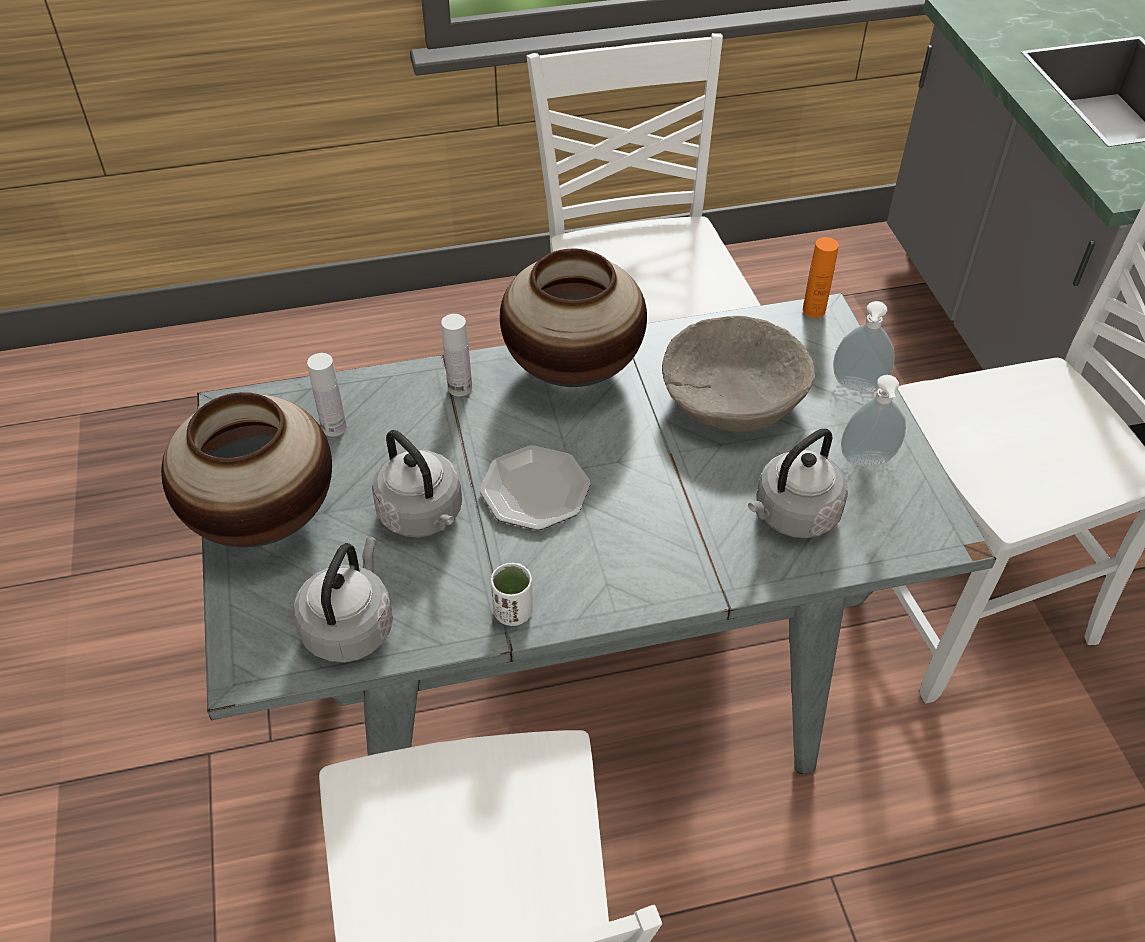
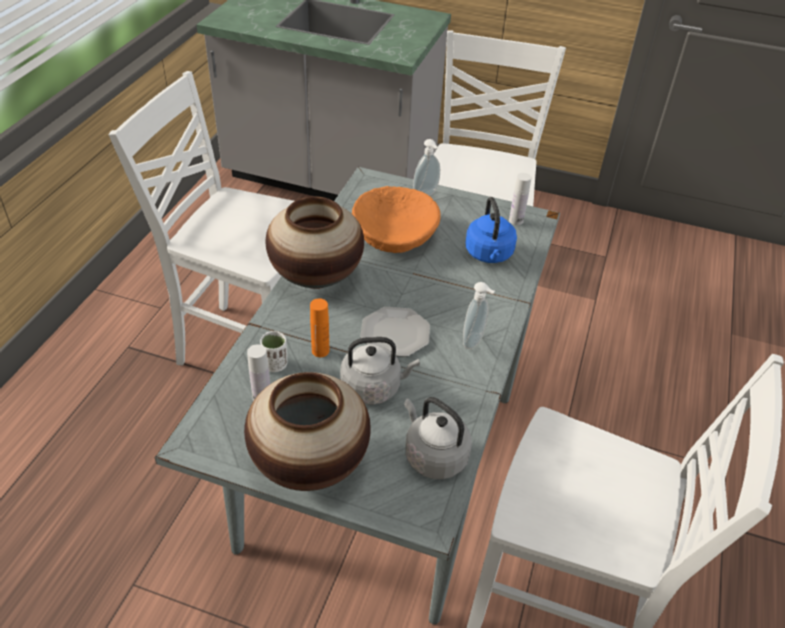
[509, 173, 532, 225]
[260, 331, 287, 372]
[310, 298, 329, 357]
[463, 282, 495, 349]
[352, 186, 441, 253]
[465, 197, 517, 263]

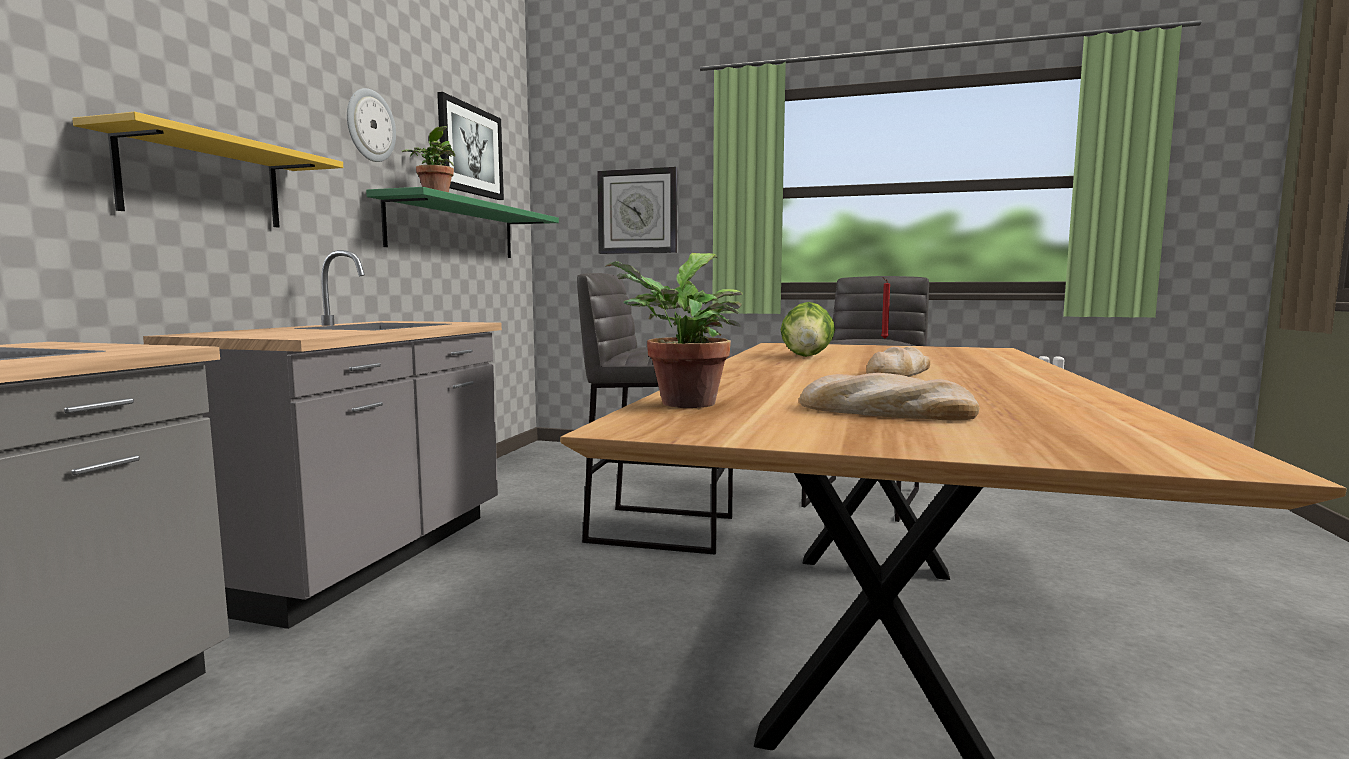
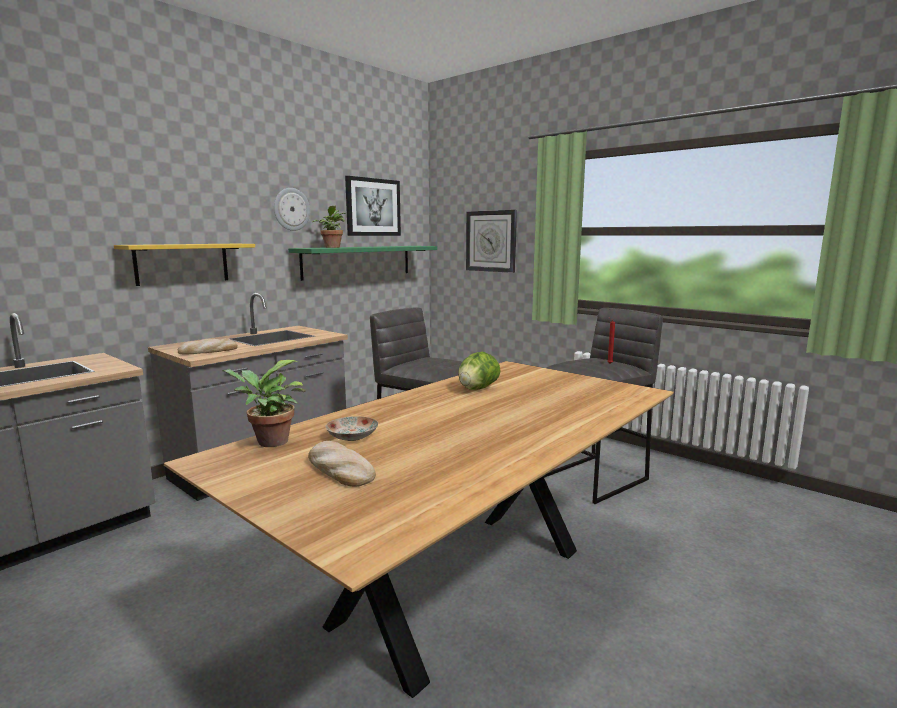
[325, 416, 378, 441]
[178, 338, 238, 354]

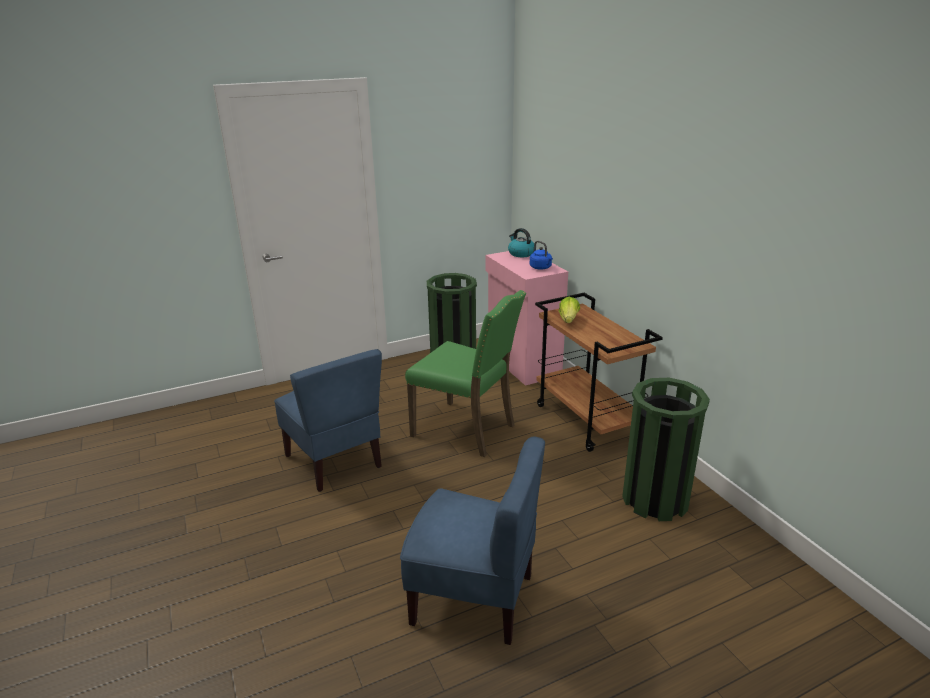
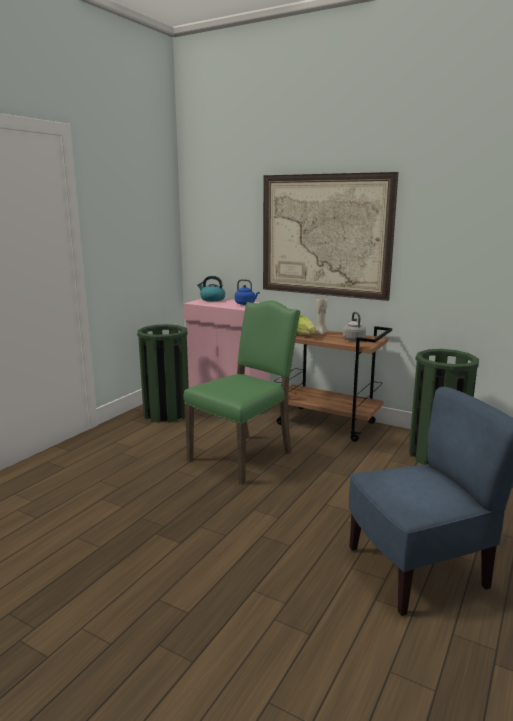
[274, 349, 382, 492] (first image)
[263, 172, 398, 301]
[315, 299, 328, 334]
[343, 312, 366, 341]
[183, 301, 300, 485]

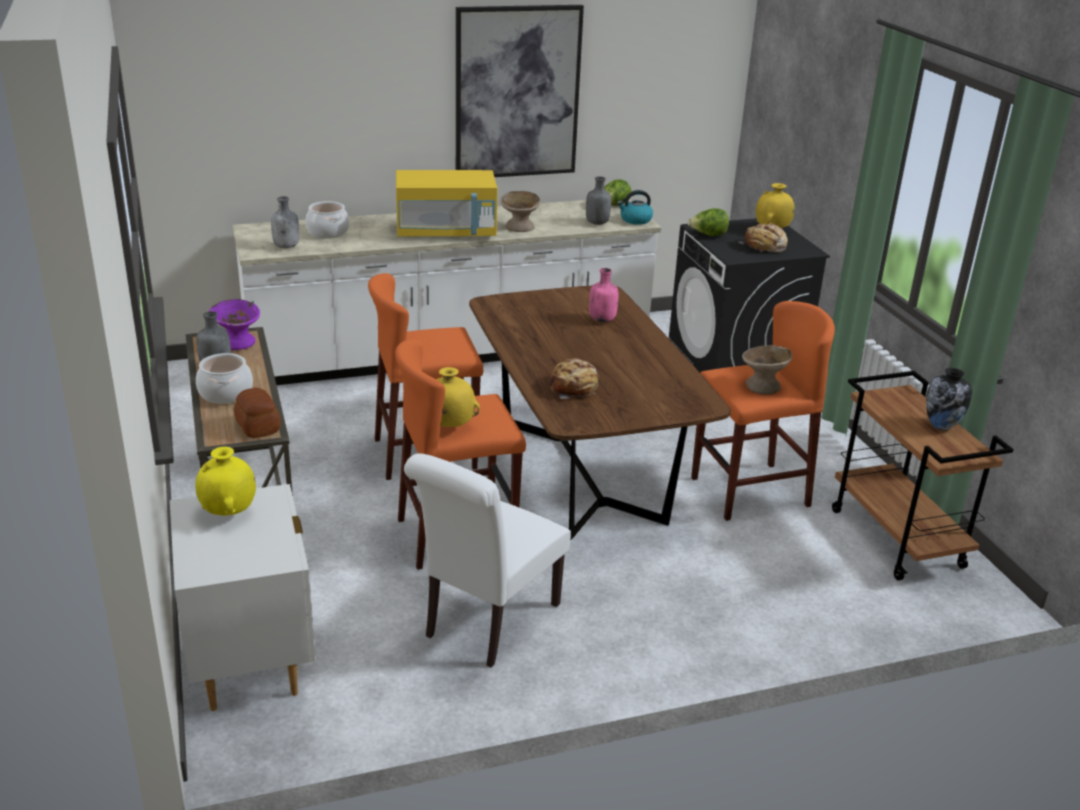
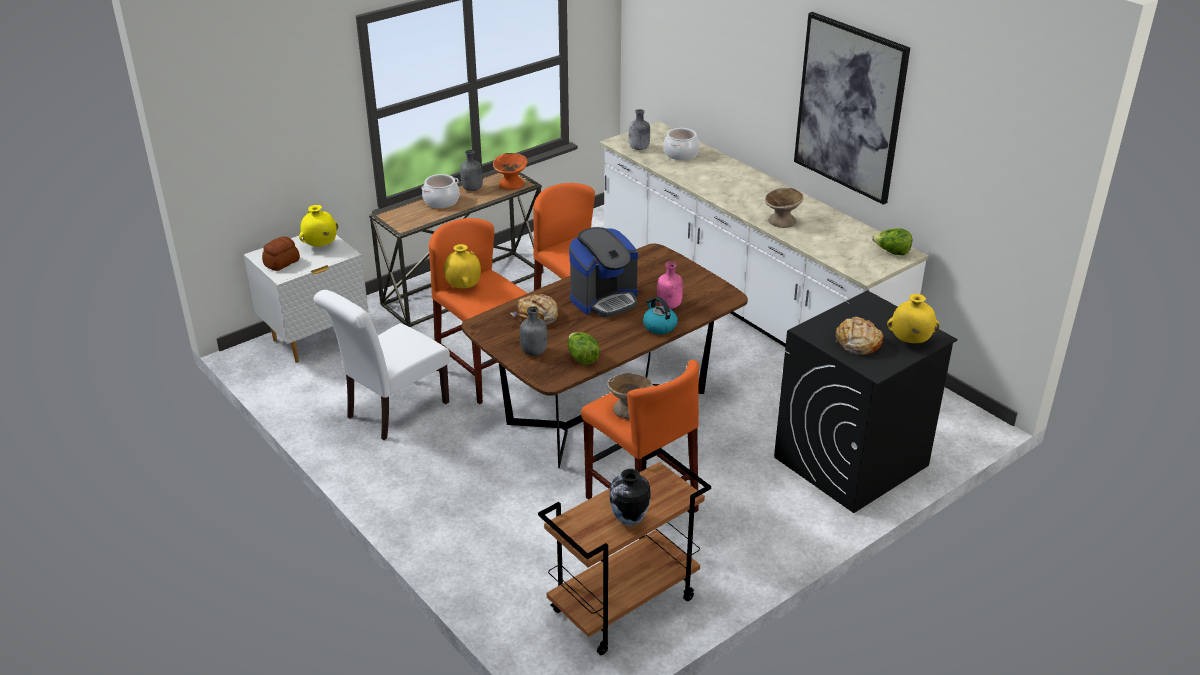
[396, 170, 498, 237] (first image)
[569, 227, 638, 317]
[262, 236, 300, 271]
[520, 306, 547, 356]
[643, 297, 678, 334]
[568, 332, 600, 365]
[493, 153, 527, 190]
[314, 290, 450, 440]

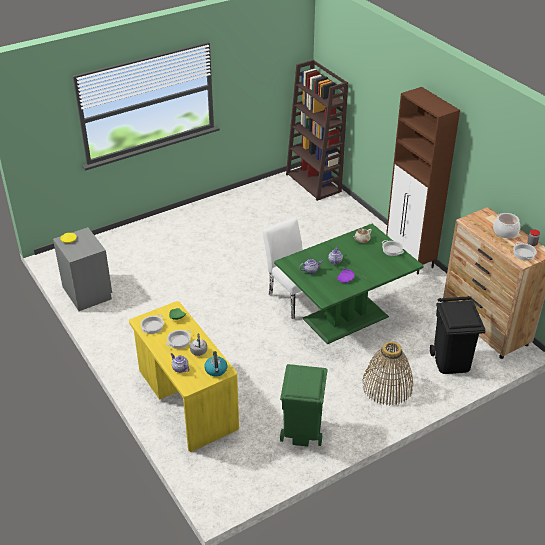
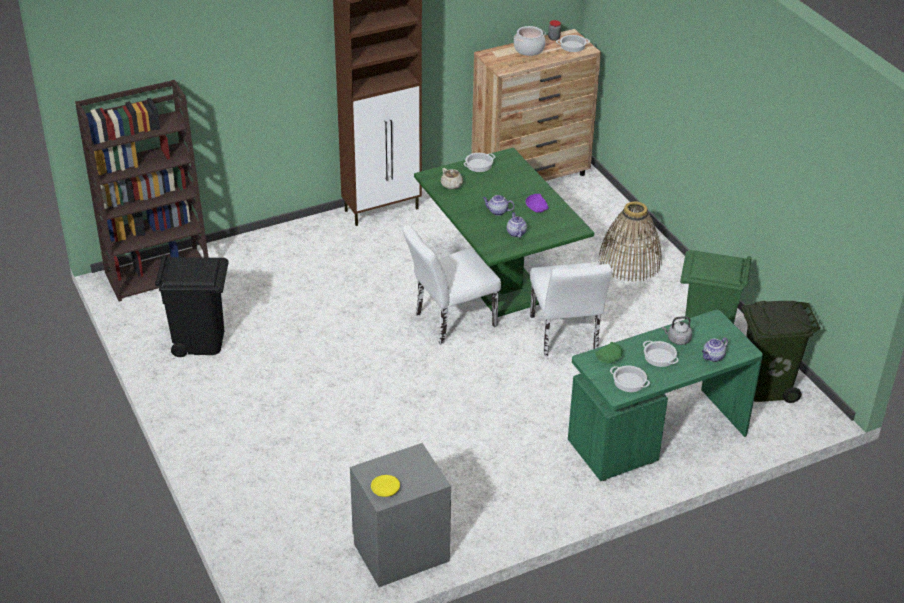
[204, 351, 227, 376] (first image)
[530, 263, 612, 356]
[741, 301, 821, 403]
[155, 254, 229, 357]
[568, 310, 763, 481]

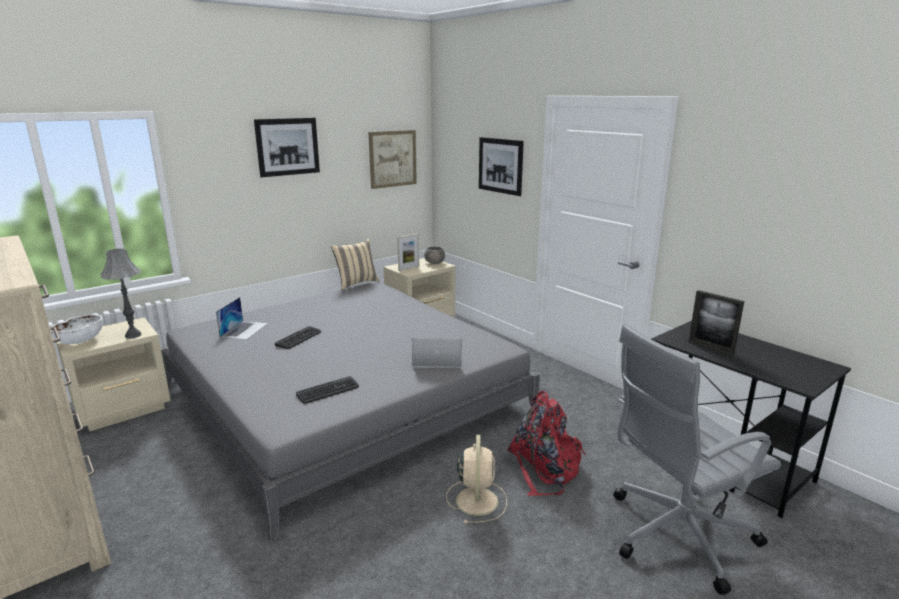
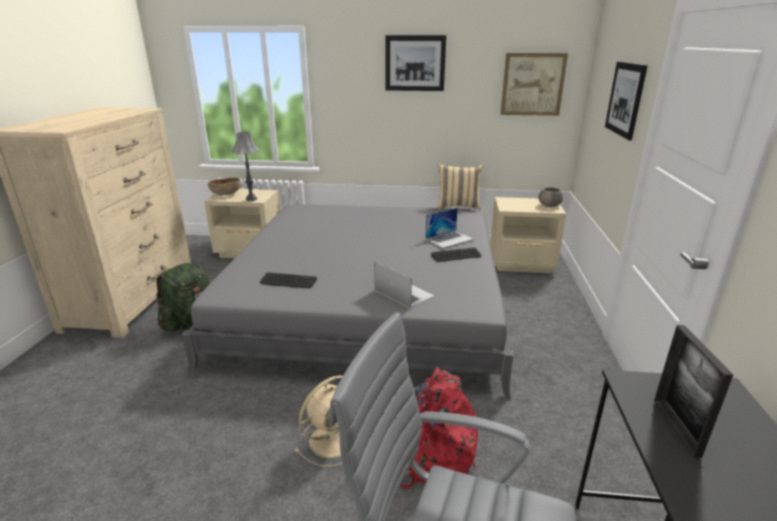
[397, 234, 419, 271] (first image)
[156, 263, 210, 332]
[425, 208, 473, 248]
[431, 247, 481, 262]
[208, 178, 241, 195]

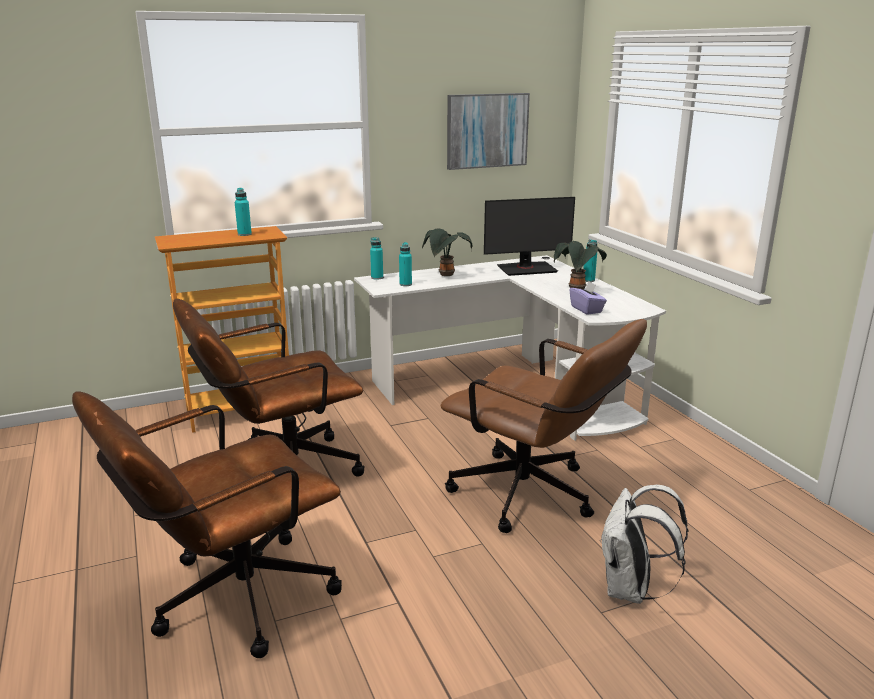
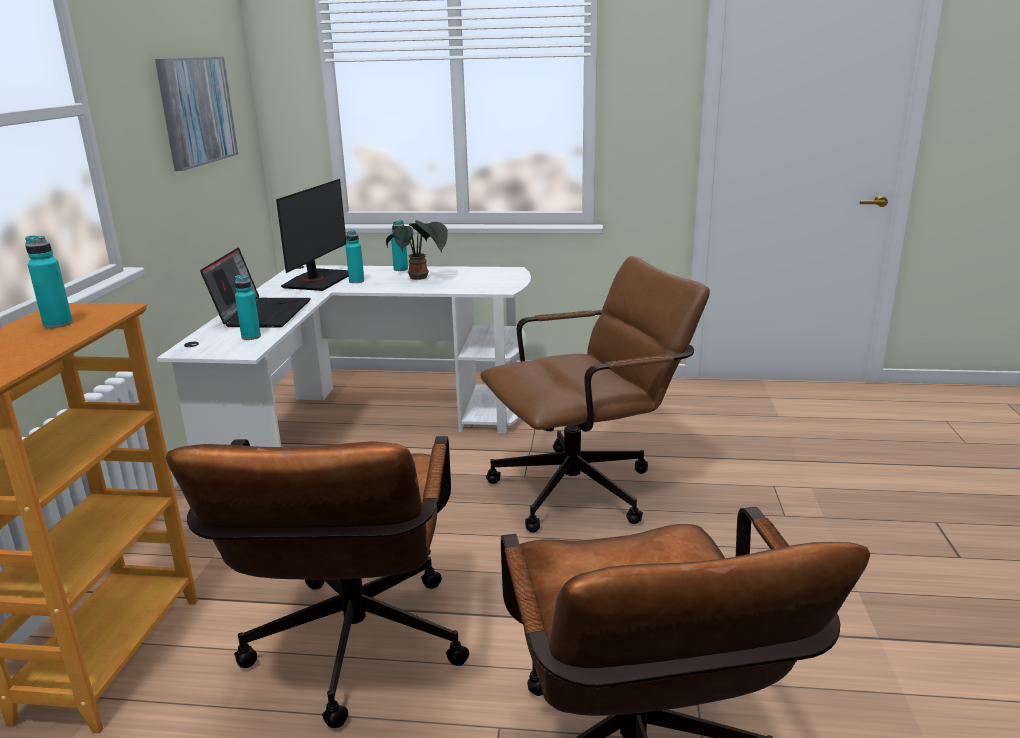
[570, 281, 607, 315] (first image)
[600, 485, 689, 604] (first image)
[346, 230, 364, 283]
[200, 247, 311, 328]

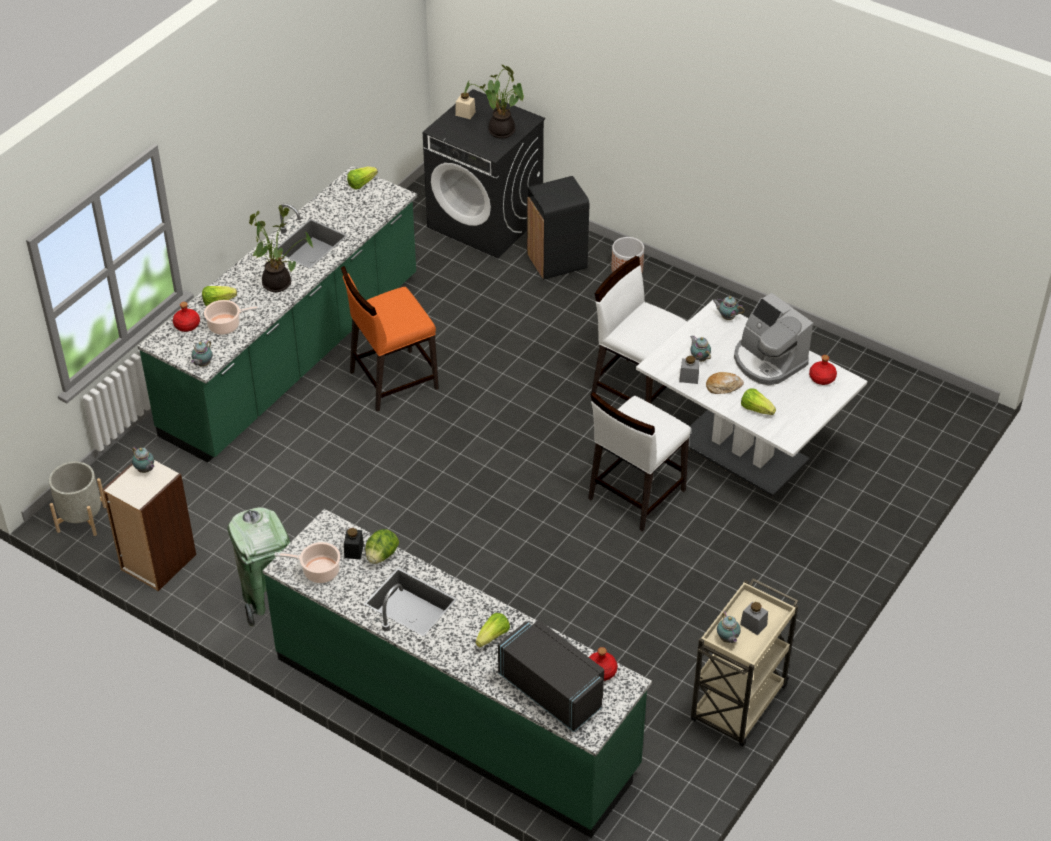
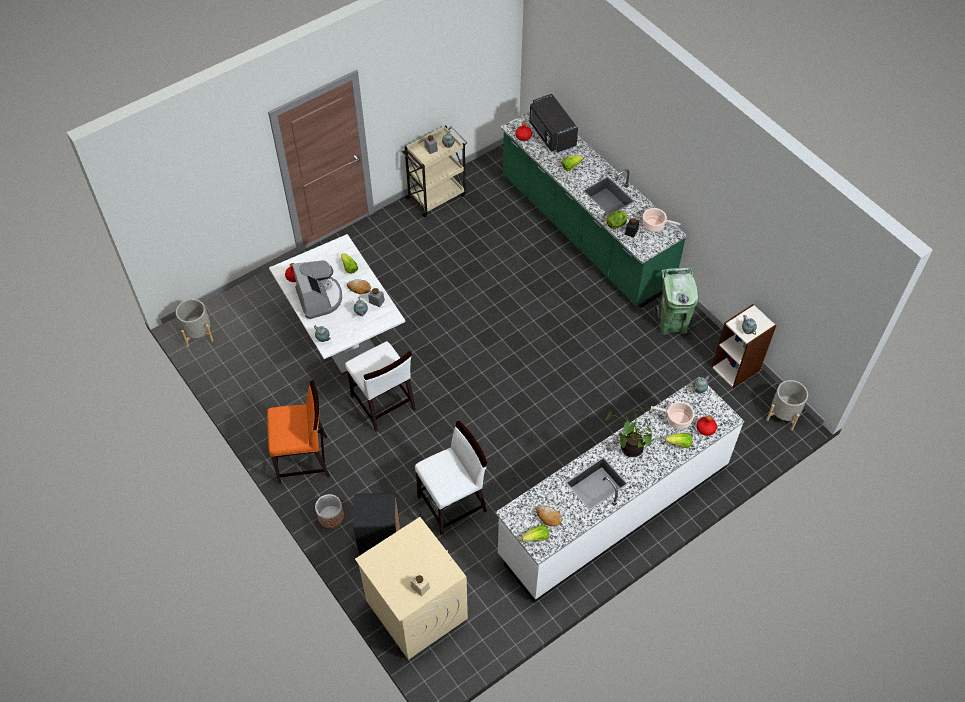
[464, 65, 524, 139] (first image)
[176, 299, 213, 347]
[536, 505, 562, 526]
[267, 381, 330, 484]
[415, 421, 487, 535]
[495, 377, 744, 603]
[355, 517, 468, 660]

